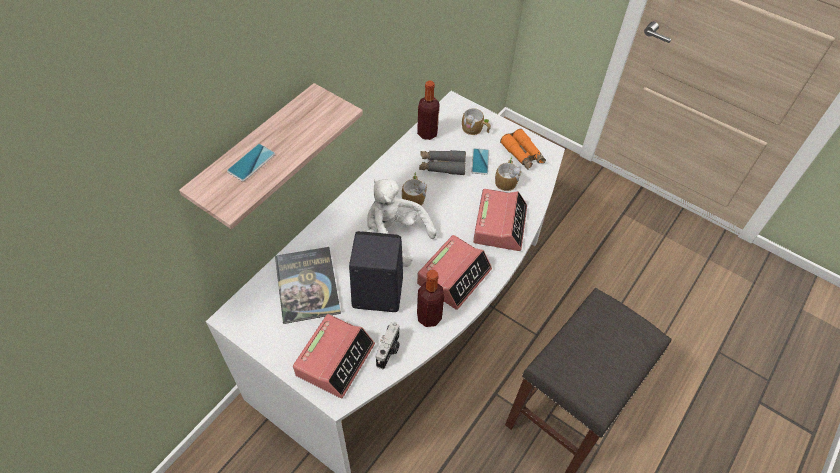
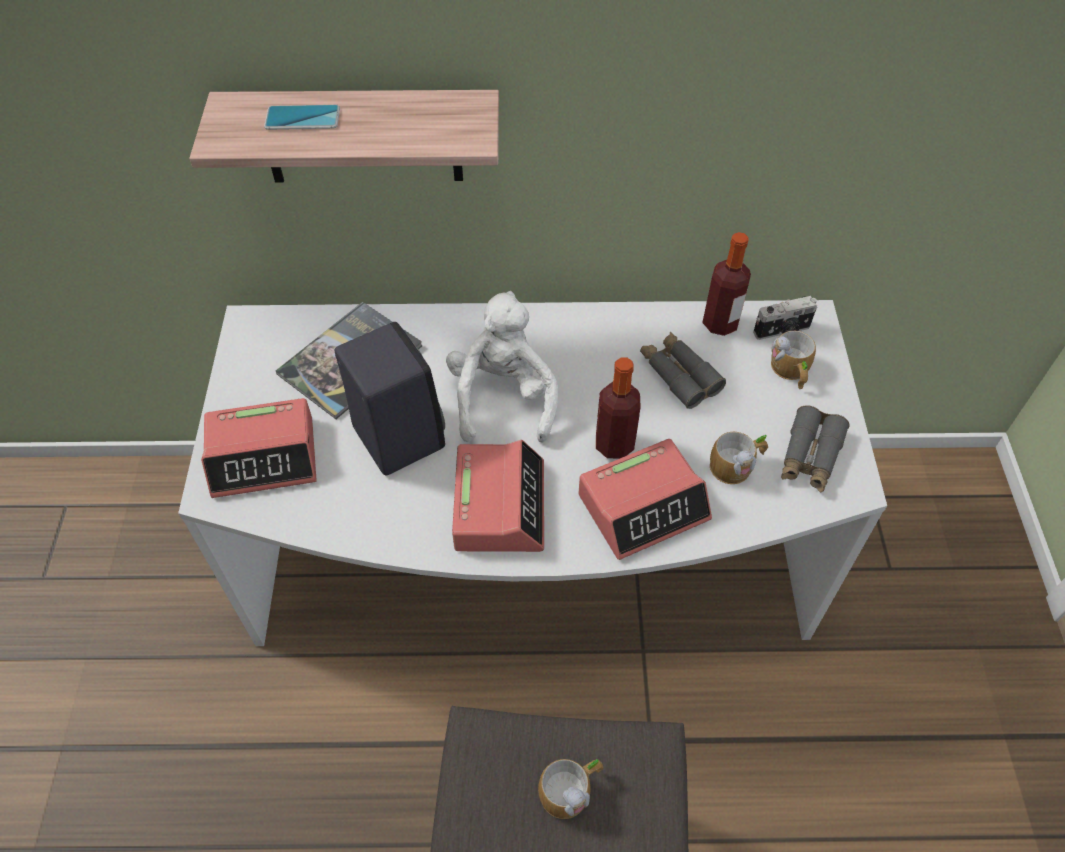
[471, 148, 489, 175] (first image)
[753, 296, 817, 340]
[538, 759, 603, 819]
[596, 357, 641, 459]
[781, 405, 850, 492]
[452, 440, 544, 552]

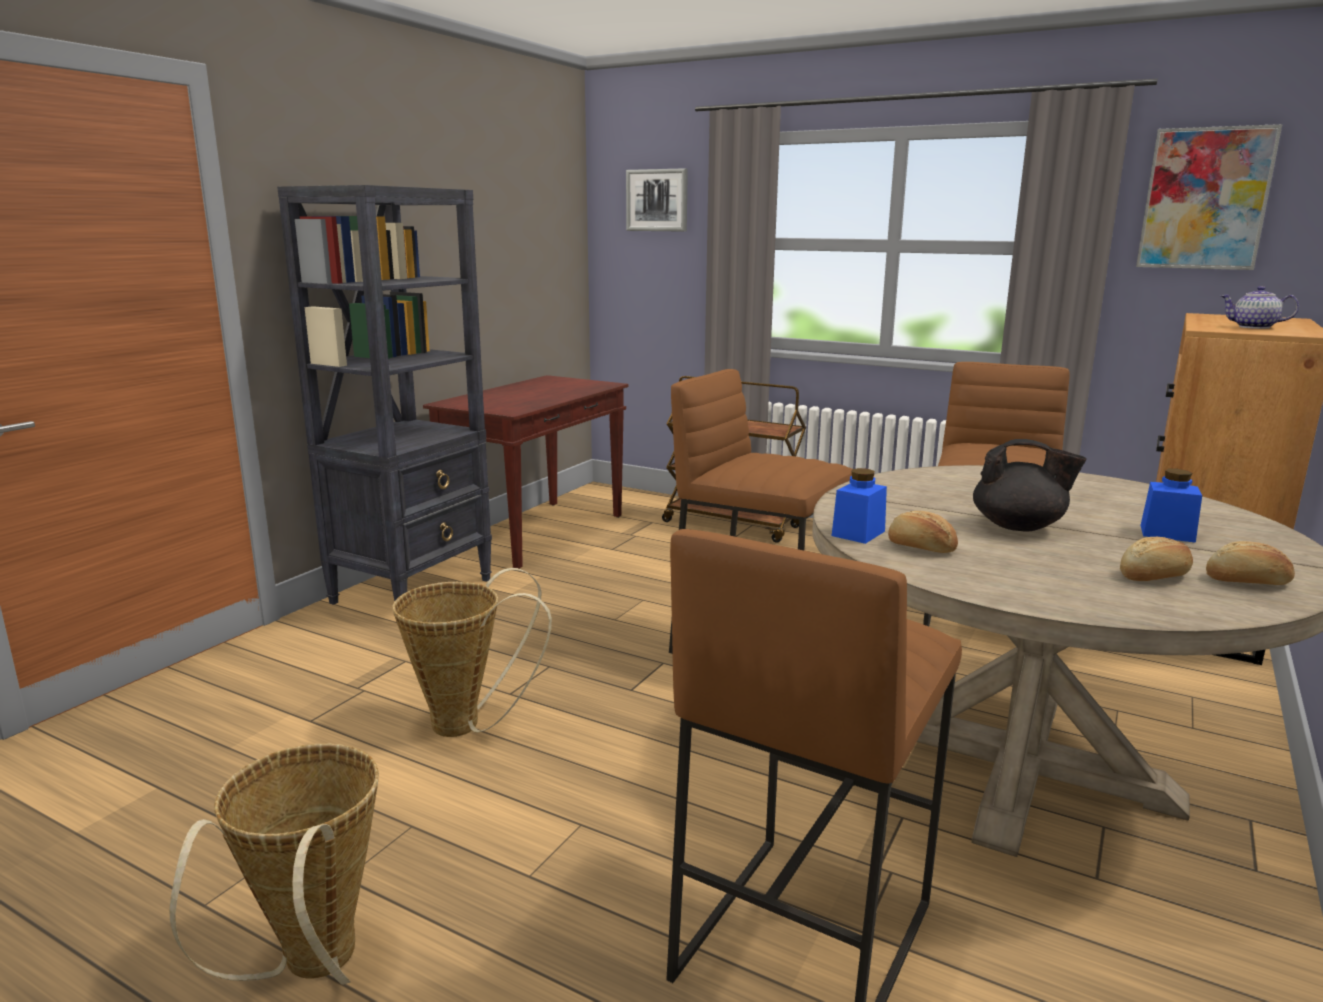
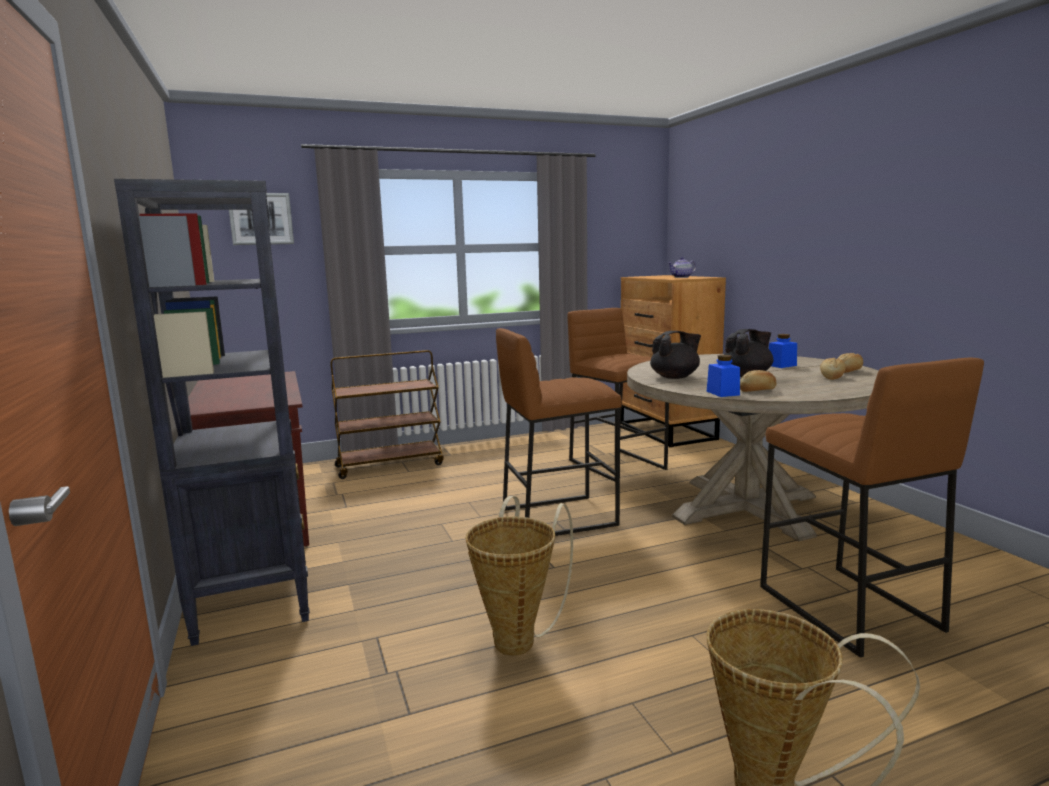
[1136, 124, 1282, 270] (first image)
[650, 331, 701, 379]

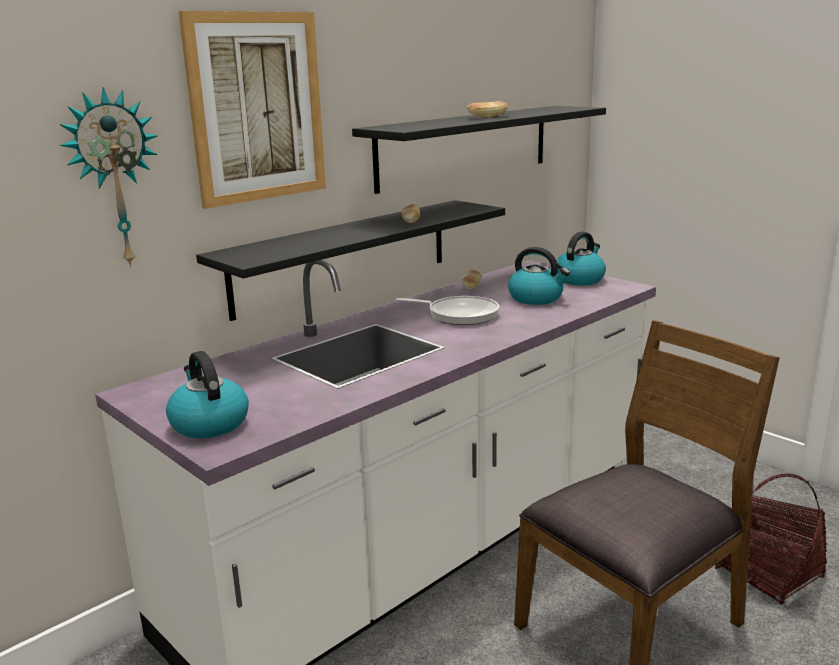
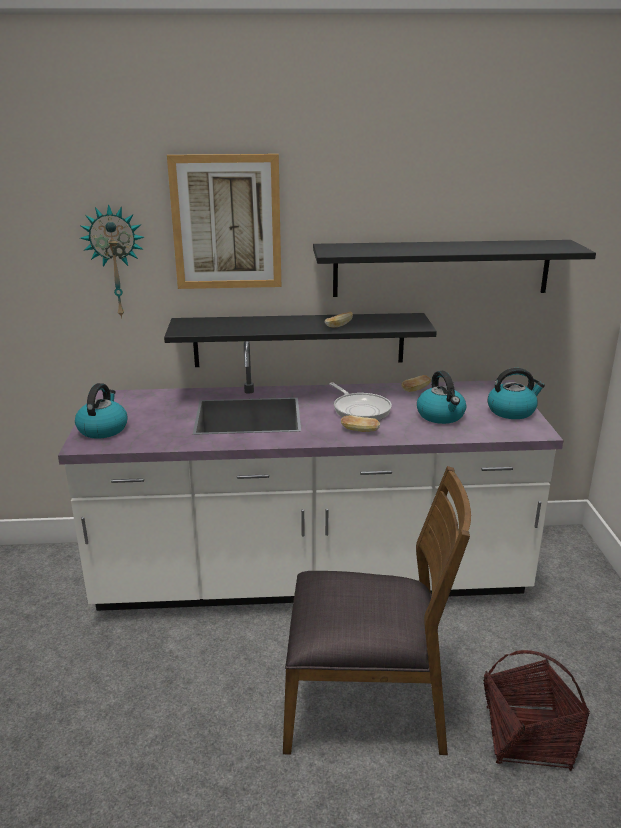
[341, 415, 380, 432]

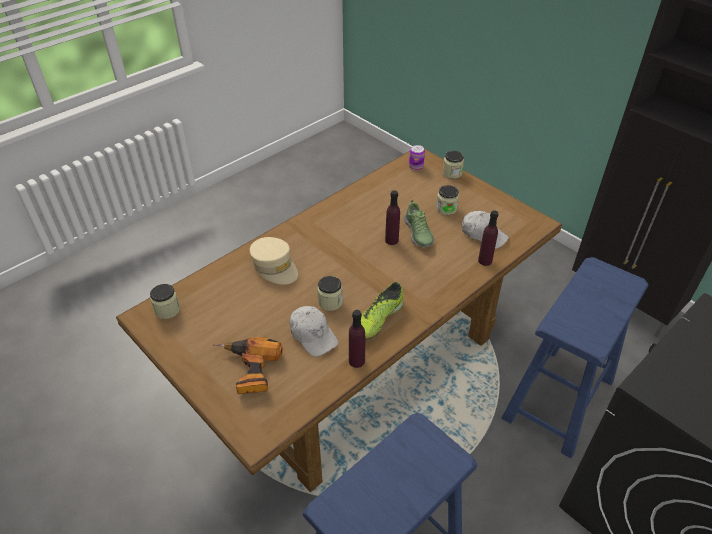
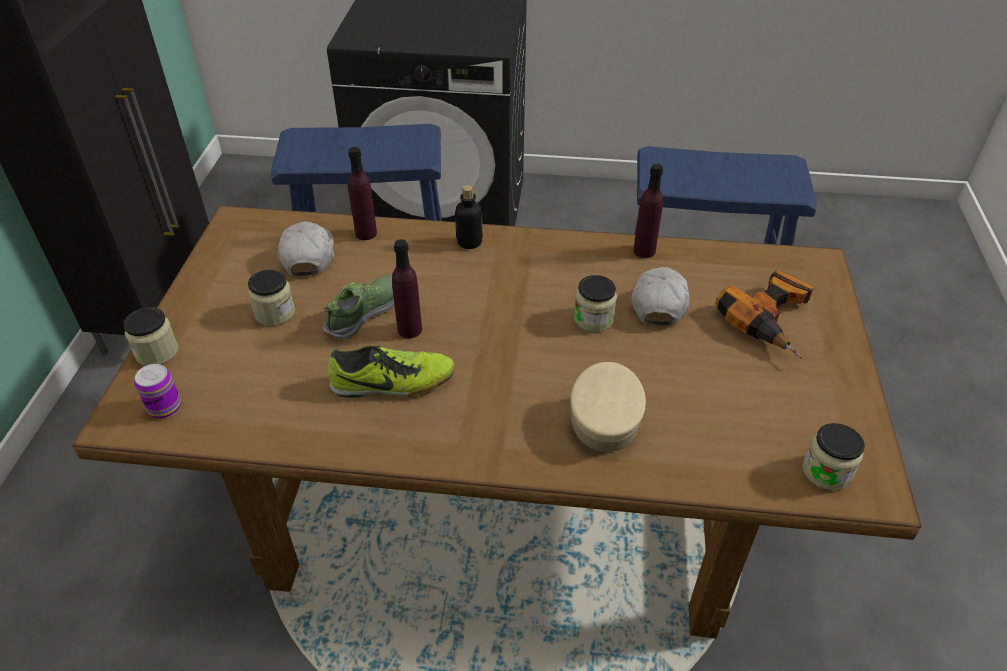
[455, 185, 483, 249]
[328, 346, 455, 398]

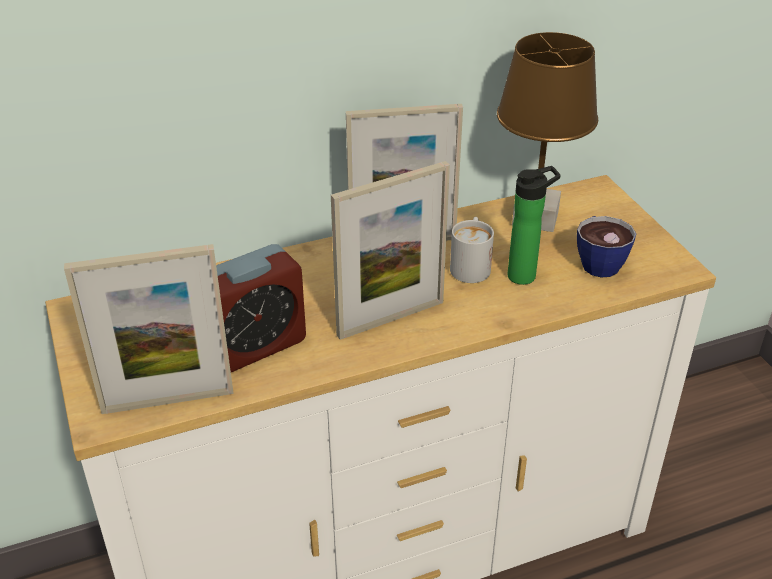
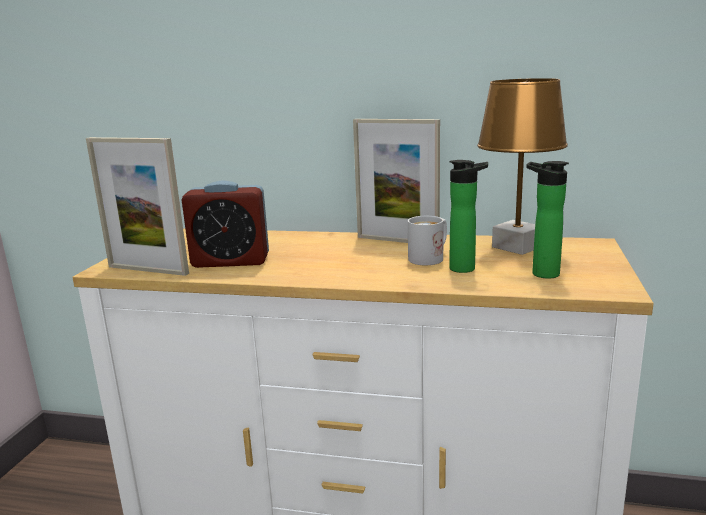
[331, 161, 450, 340] (first image)
[526, 161, 569, 279]

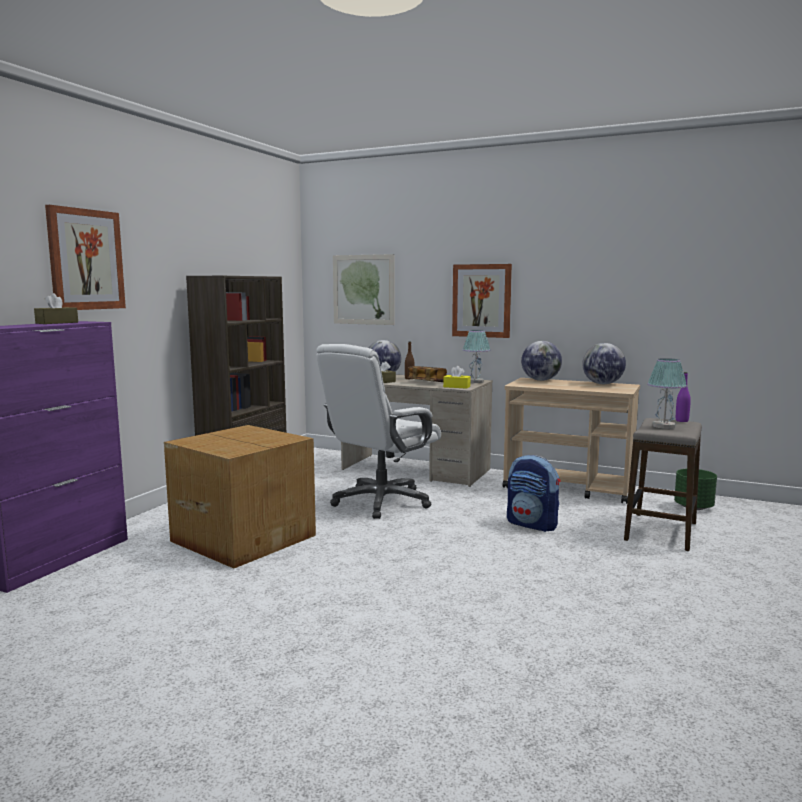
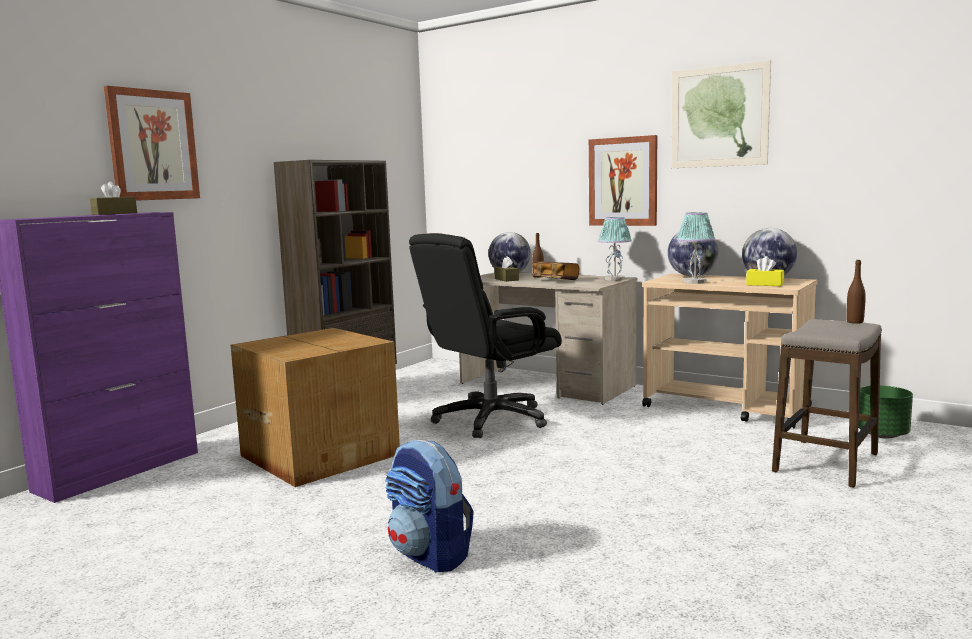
[671, 60, 771, 168]
[746, 256, 784, 286]
[385, 440, 474, 573]
[676, 212, 715, 284]
[409, 233, 562, 438]
[846, 260, 866, 324]

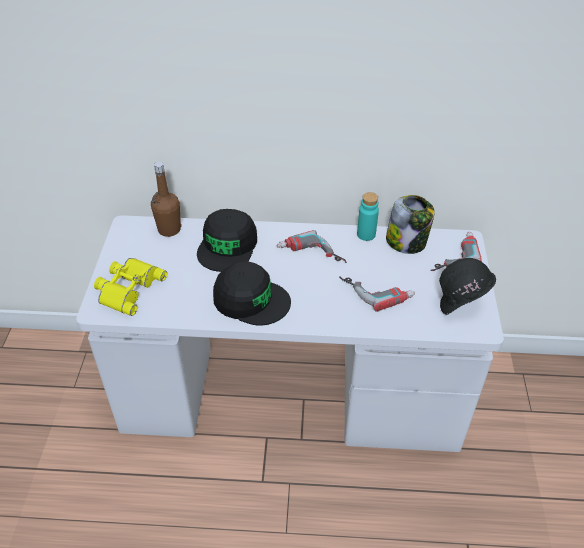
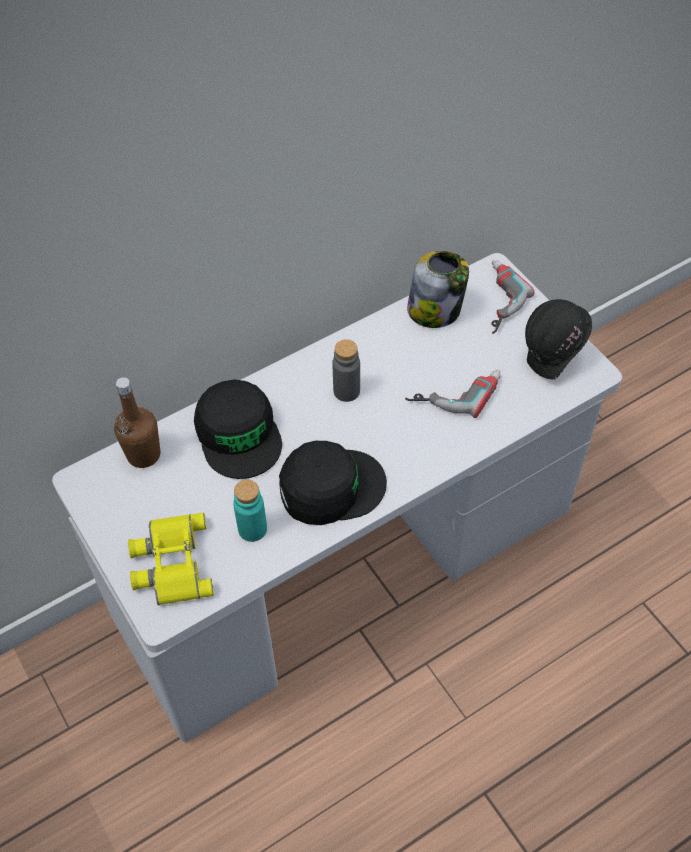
[233, 480, 267, 542]
[332, 339, 360, 402]

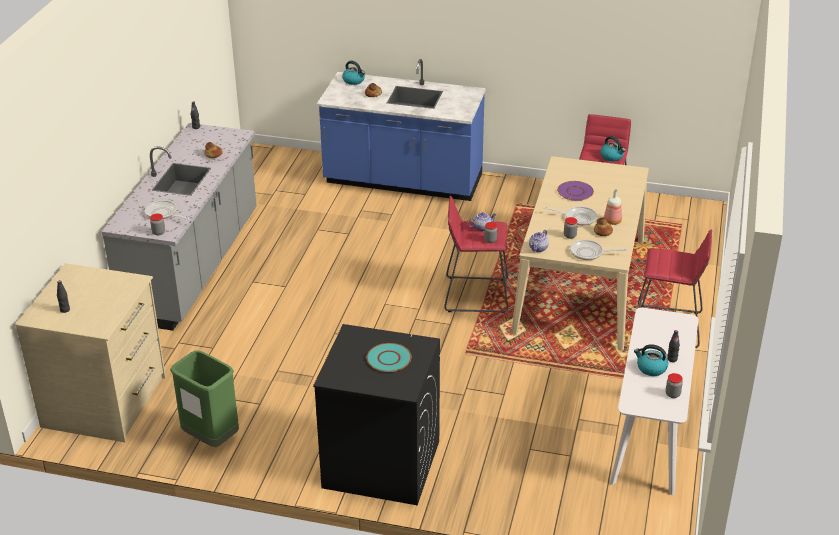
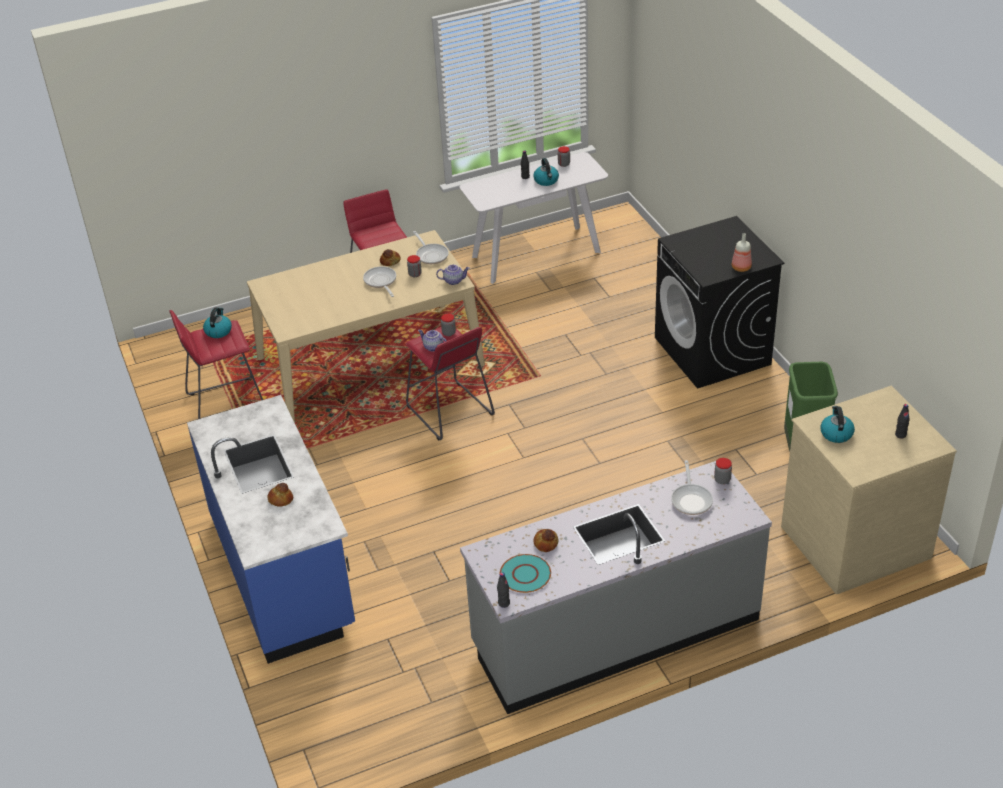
[557, 181, 594, 201] (first image)
[820, 406, 855, 443]
[500, 554, 551, 593]
[732, 233, 752, 272]

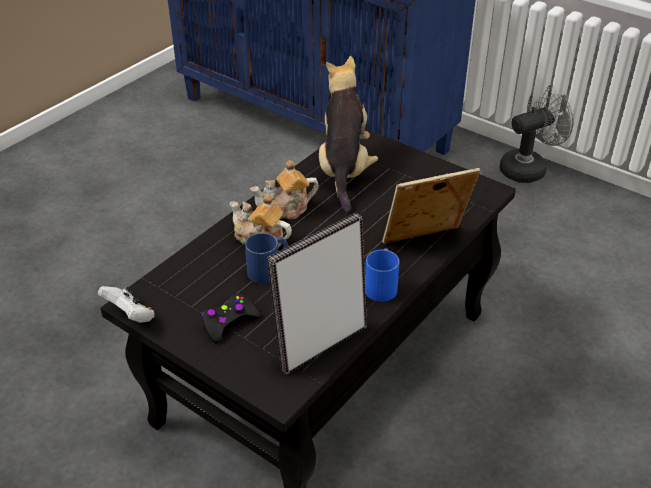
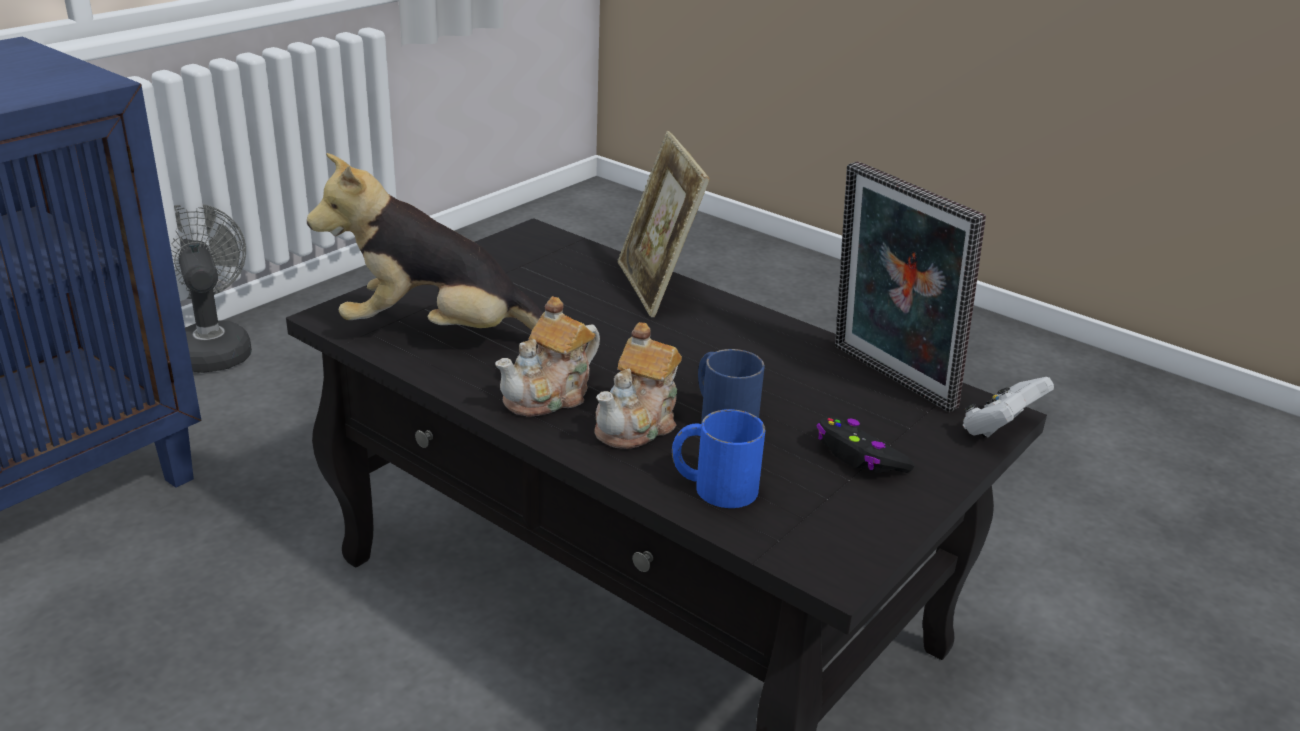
[963, 377, 1054, 438]
[672, 409, 765, 508]
[495, 296, 600, 417]

